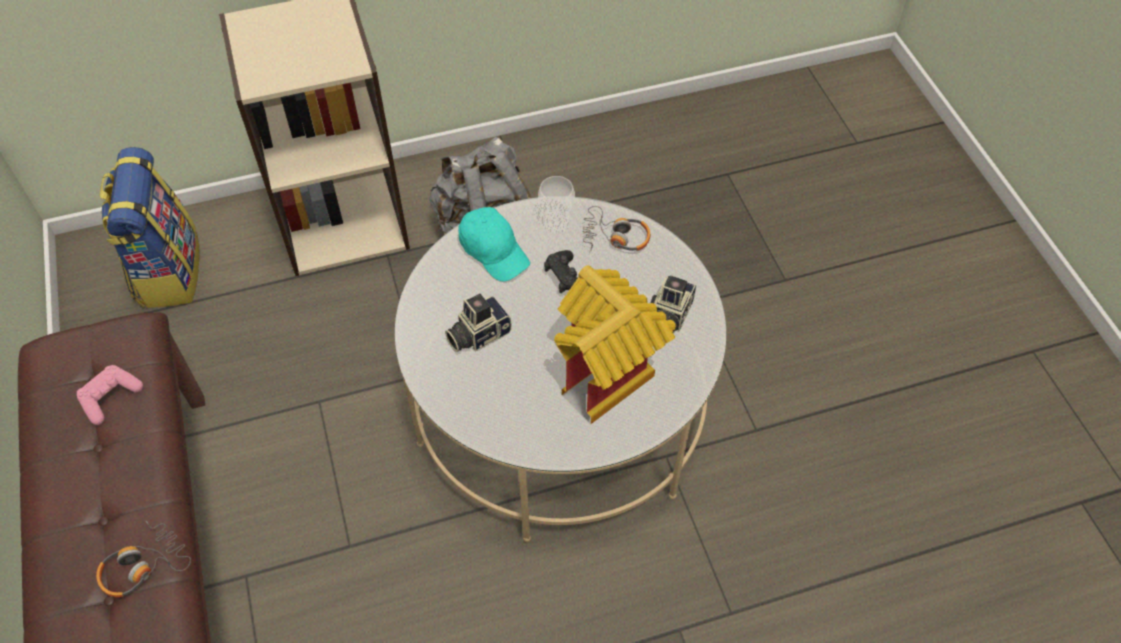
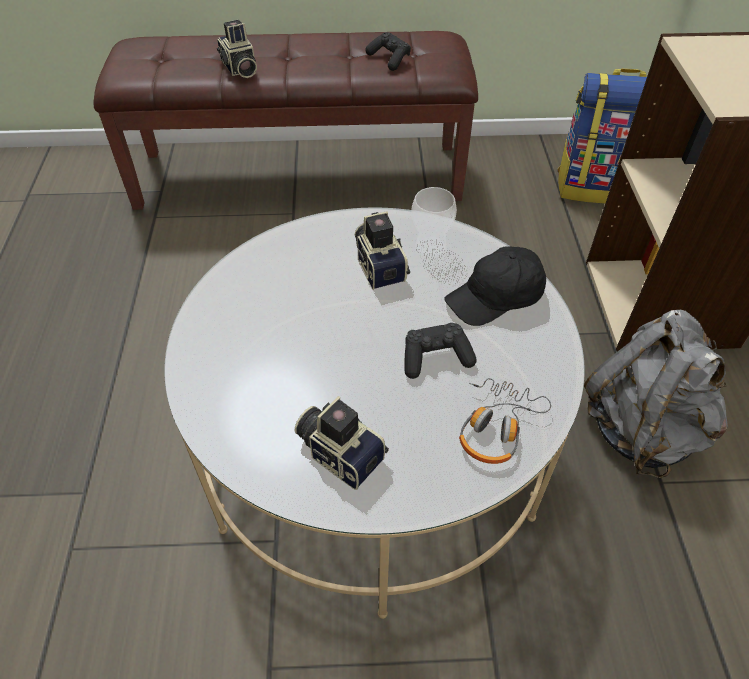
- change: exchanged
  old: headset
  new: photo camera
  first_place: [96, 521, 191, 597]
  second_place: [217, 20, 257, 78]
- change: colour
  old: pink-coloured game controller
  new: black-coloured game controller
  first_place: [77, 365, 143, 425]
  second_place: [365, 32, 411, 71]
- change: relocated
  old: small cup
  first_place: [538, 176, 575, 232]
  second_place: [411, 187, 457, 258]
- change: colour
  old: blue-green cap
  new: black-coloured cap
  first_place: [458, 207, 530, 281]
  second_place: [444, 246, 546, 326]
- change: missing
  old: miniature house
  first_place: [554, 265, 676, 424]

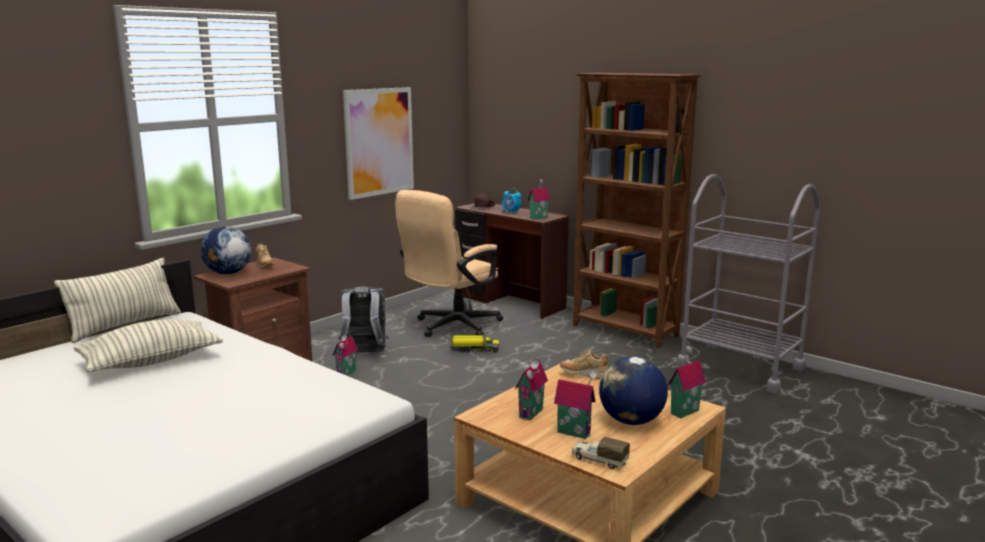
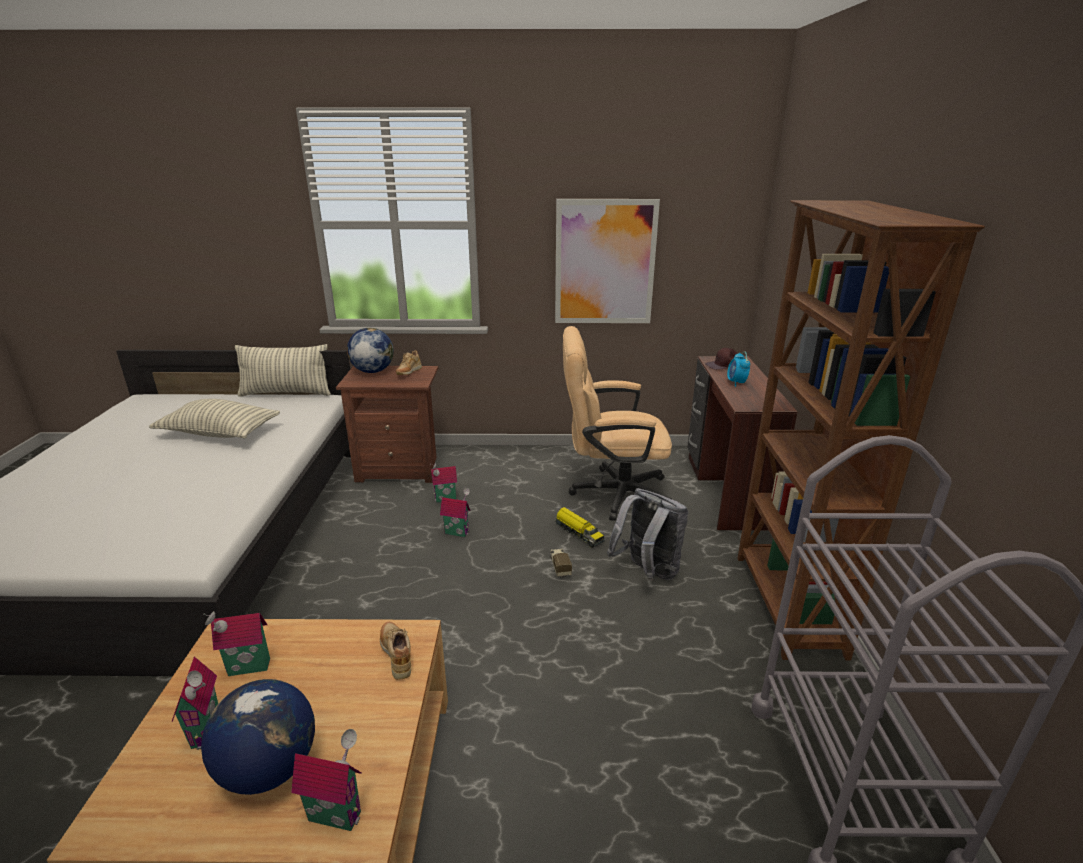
- change: relocated
  old: miniature house
  first_place: [527, 179, 550, 220]
  second_place: [440, 487, 471, 537]
- change: relocated
  old: toy lorry
  first_place: [572, 437, 630, 469]
  second_place: [550, 548, 572, 577]
- change: relocated
  old: greyish backpack
  first_place: [338, 286, 389, 352]
  second_place: [607, 488, 688, 580]

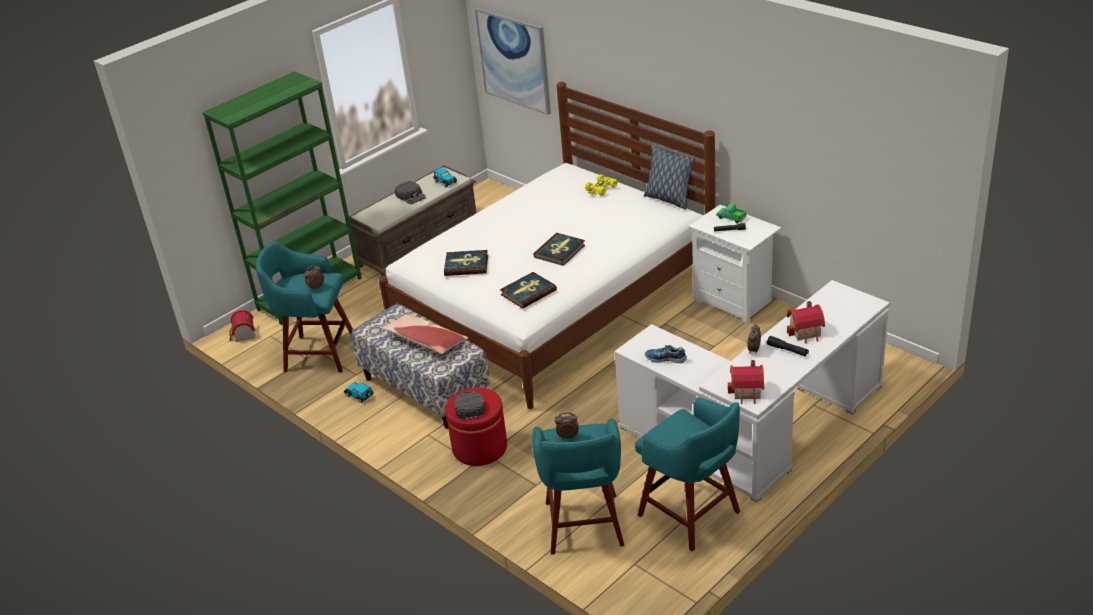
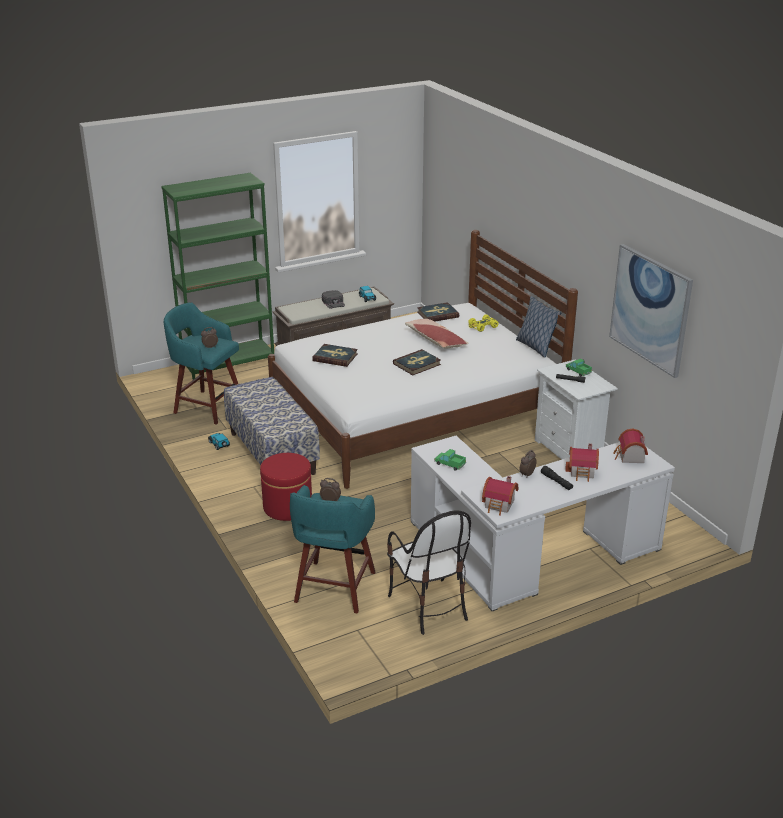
- change: exchanged
  old: blue-green stool seat
  new: chair
  first_place: [635, 397, 740, 551]
  second_place: [387, 510, 471, 635]
- change: relocated
  old: pillow
  first_place: [382, 314, 468, 354]
  second_place: [405, 319, 469, 349]
- change: relocated
  old: bound book
  first_place: [500, 272, 557, 309]
  second_place: [417, 302, 459, 321]
- change: exchanged
  old: shoe
  new: toy lorry
  first_place: [645, 345, 687, 363]
  second_place: [434, 449, 466, 471]
- change: relocated
  old: wall picture
  first_place: [475, 8, 551, 115]
  second_place: [609, 244, 693, 378]
- change: relocated
  old: miniature house
  first_place: [229, 310, 256, 342]
  second_place: [613, 428, 648, 463]
- change: missing
  old: black-coloured cap
  first_place: [454, 390, 485, 420]

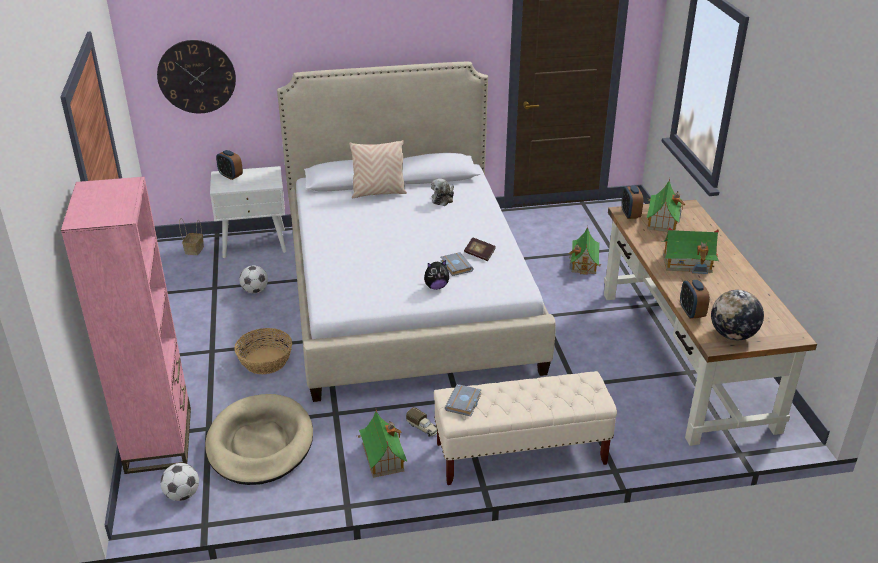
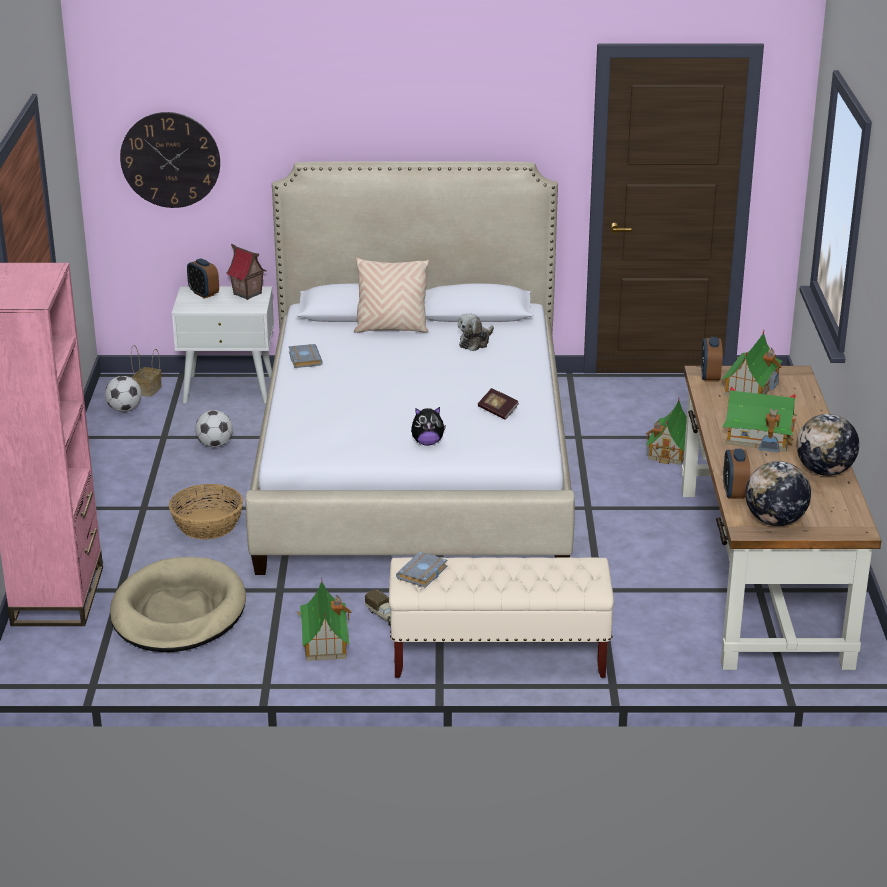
- change: relocated
  old: football ball
  first_place: [160, 463, 199, 501]
  second_place: [105, 376, 141, 412]
- change: appeared
  new: miniature house
  second_place: [226, 244, 266, 300]
- change: relocated
  old: greyish bound book
  first_place: [440, 252, 474, 276]
  second_place: [289, 344, 323, 368]
- change: appeared
  new: globe
  second_place: [796, 414, 859, 476]

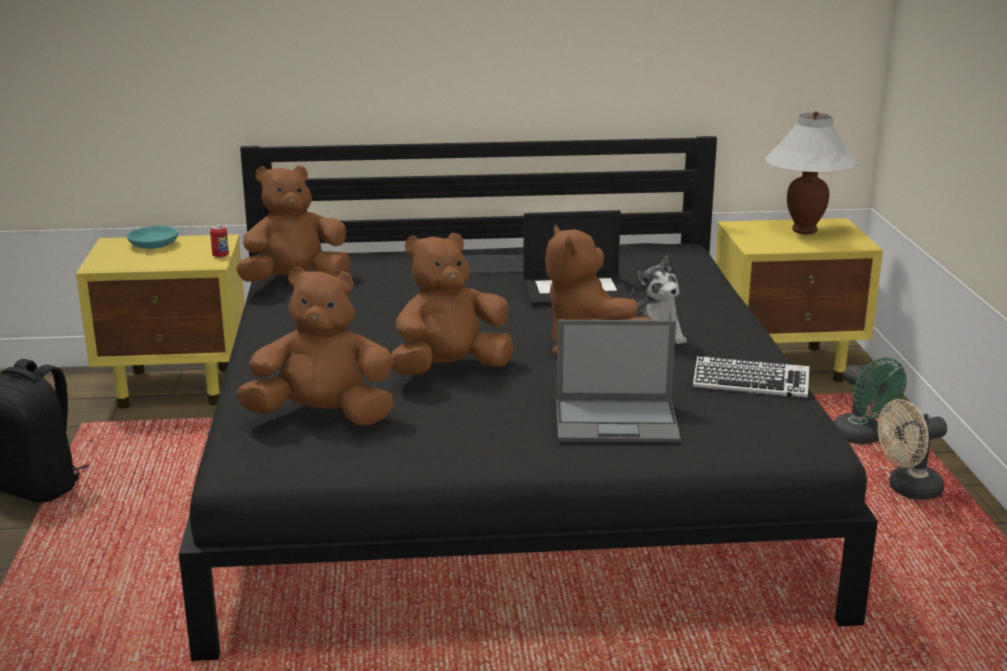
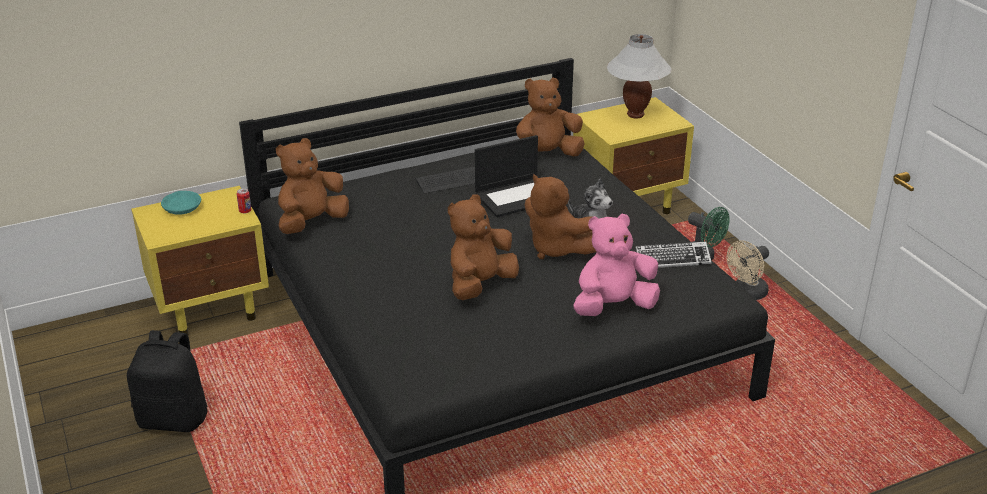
- change: relocated
  old: brownish cuddly toy
  first_place: [236, 266, 394, 425]
  second_place: [516, 77, 585, 156]
- change: exchanged
  old: notebook computer
  new: pink-coloured cuddly toy
  first_place: [556, 320, 681, 442]
  second_place: [574, 214, 660, 316]

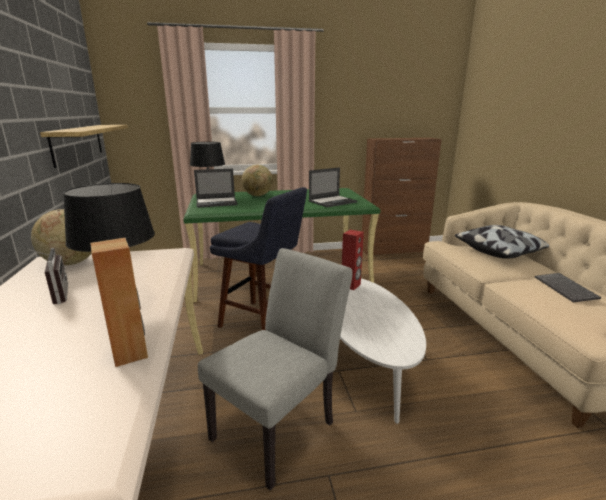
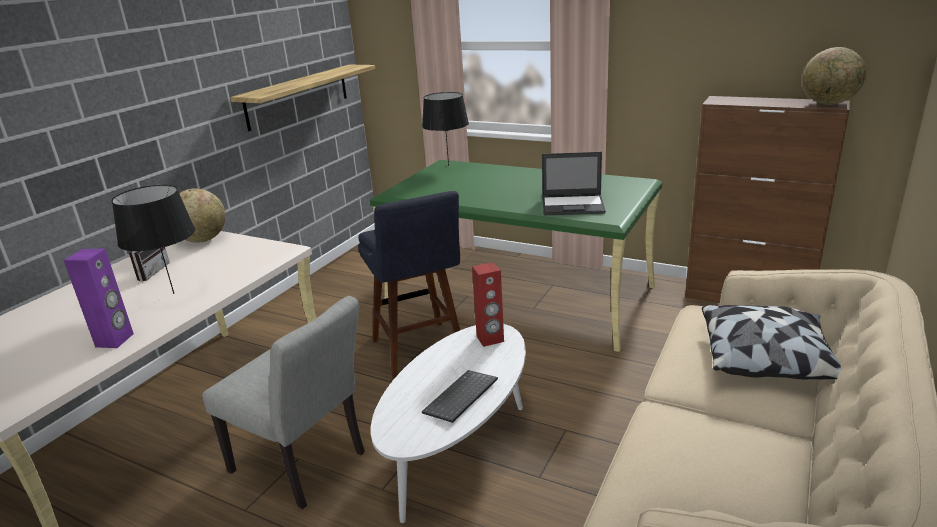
- change: colour
  old: brownish speaker
  new: purple speaker
  first_place: [90, 238, 148, 367]
  second_place: [64, 249, 134, 348]
- change: spun
  old: greyish chair
  first_place: [198, 248, 353, 491]
  second_place: [202, 296, 365, 509]
  degrees: 45
- change: relocated
  old: computer keyboard
  first_place: [535, 273, 601, 302]
  second_place: [422, 370, 498, 423]
- change: relocated
  old: globe
  first_place: [242, 165, 273, 196]
  second_place: [802, 47, 866, 105]
- change: missing
  old: notebook computer
  first_place: [194, 169, 237, 208]

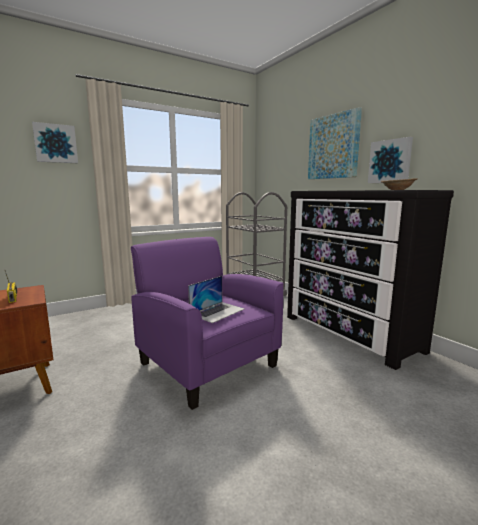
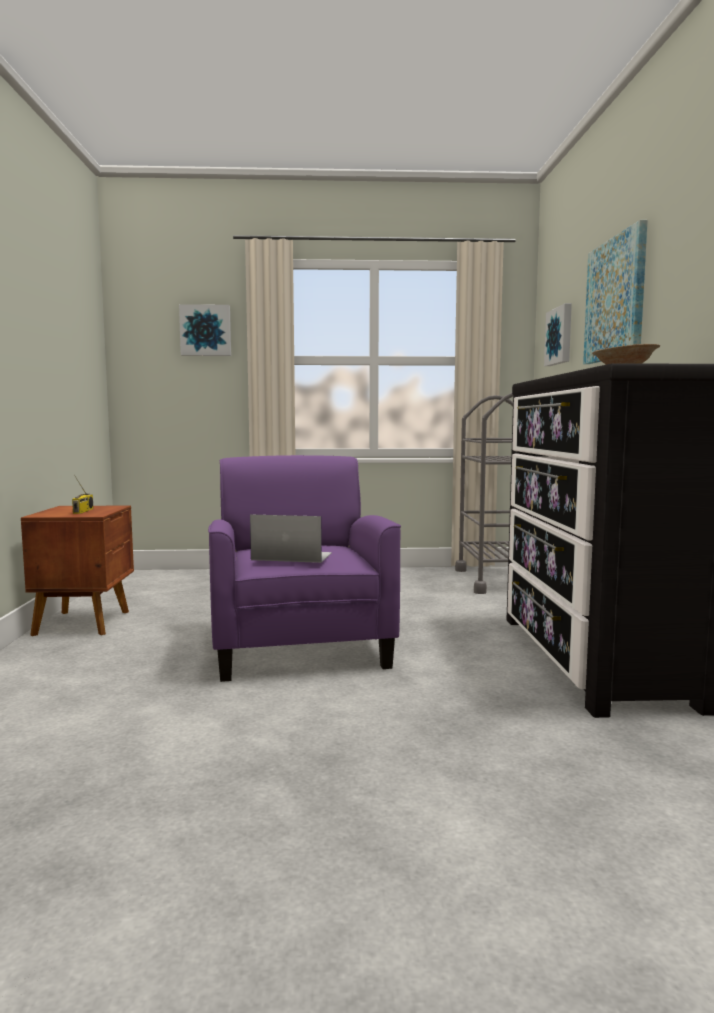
- change: spun
  old: notebook computer
  first_place: [188, 276, 244, 323]
  second_place: [250, 514, 332, 563]
  degrees: -150
- change: relocated
  old: wall picture
  first_place: [368, 137, 413, 183]
  second_place: [544, 303, 572, 366]

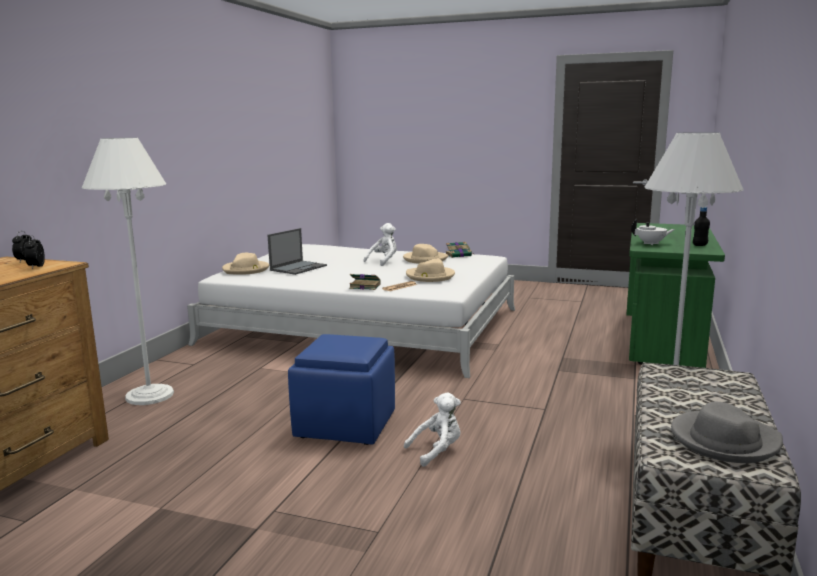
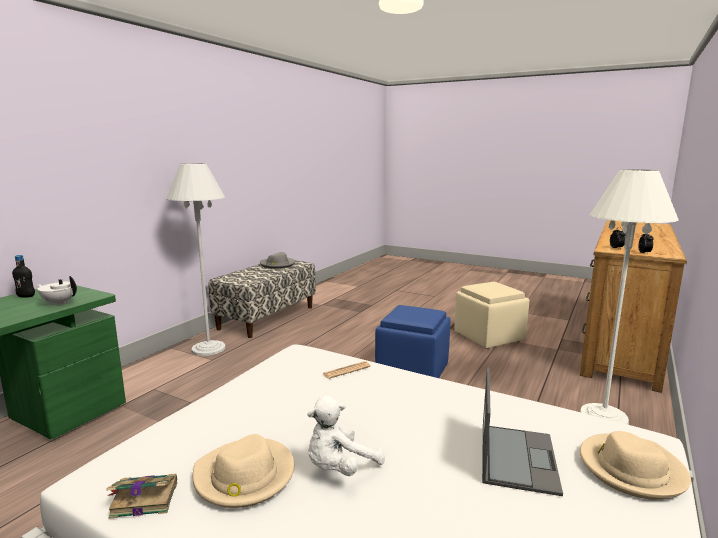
- change: appeared
  new: sand-coloured ottoman
  second_place: [454, 282, 529, 349]
- change: spun
  old: notebook computer
  first_place: [268, 228, 327, 275]
  second_place: [482, 368, 563, 496]
  degrees: 150
- change: missing
  old: bound book
  first_place: [349, 274, 381, 290]
- change: missing
  old: whitish cuddly toy
  first_place: [404, 392, 461, 467]
- change: missing
  old: sand-coloured hat
  first_place: [406, 259, 455, 282]

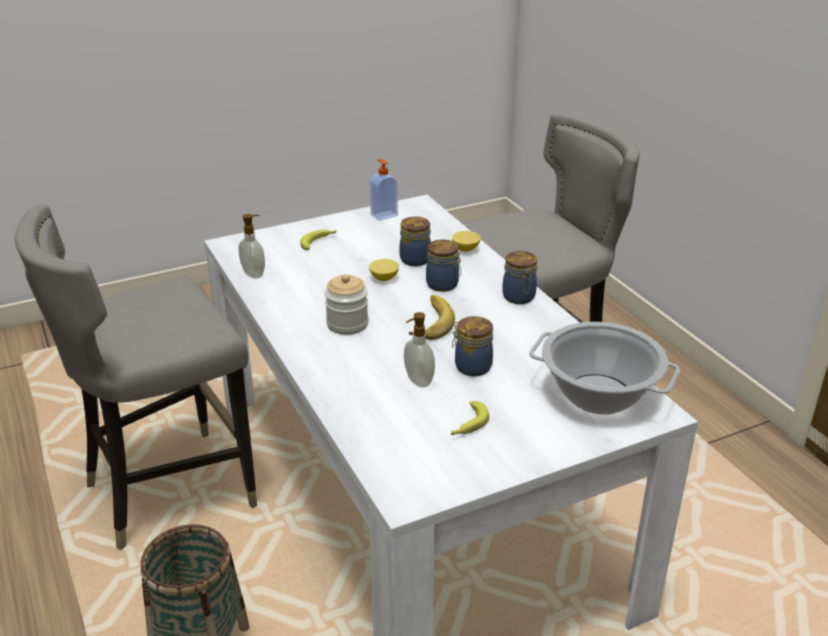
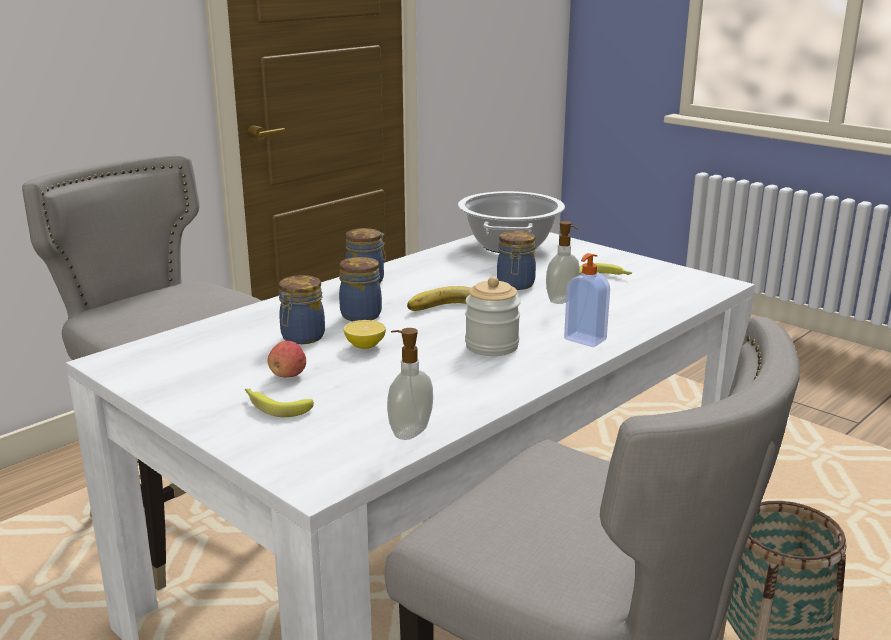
- change: appeared
  new: apple fruit
  second_place: [267, 341, 306, 377]
- change: relocated
  old: soap bottle
  first_place: [370, 159, 398, 221]
  second_place: [564, 253, 610, 347]
- change: missing
  old: lemon
  first_place: [452, 231, 481, 252]

